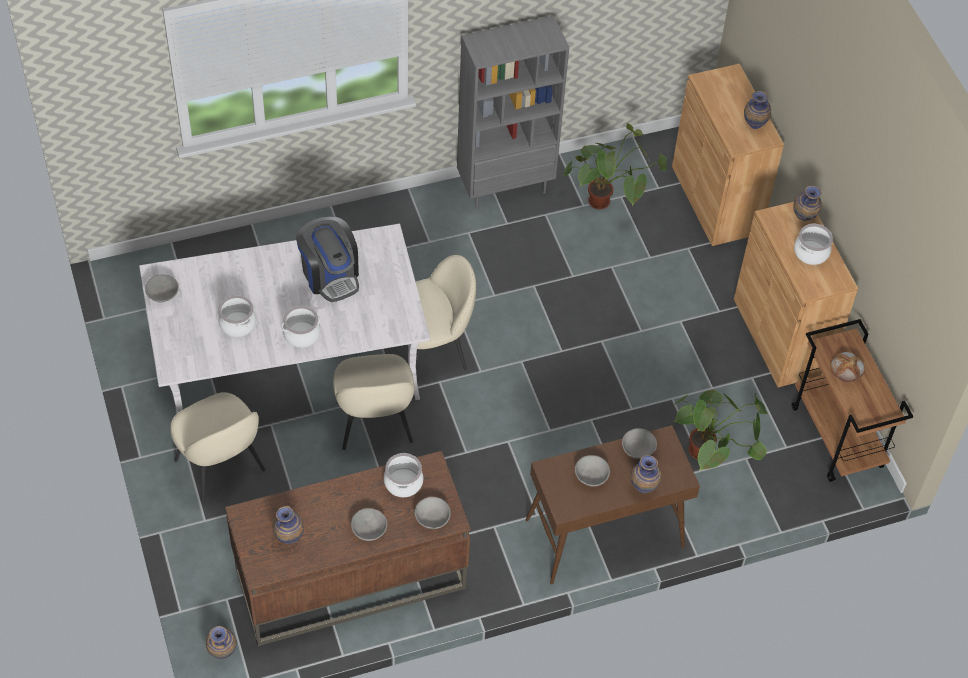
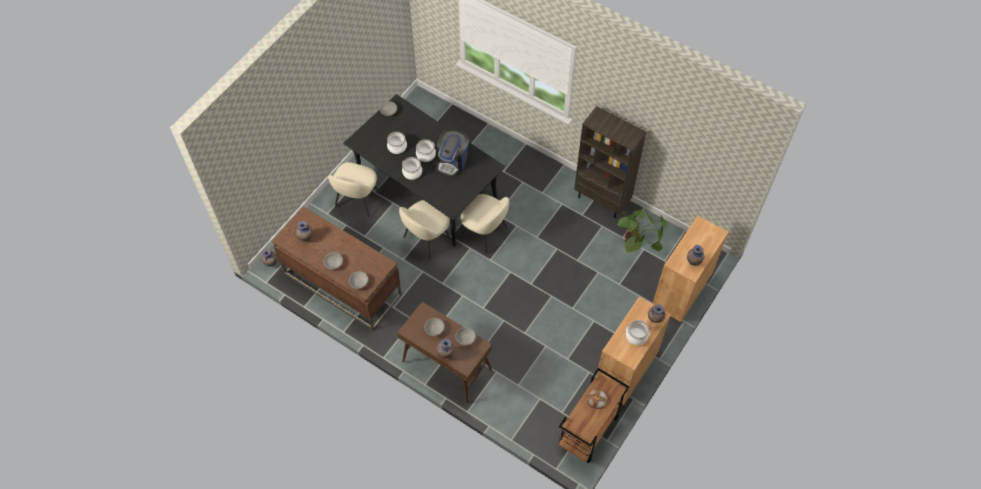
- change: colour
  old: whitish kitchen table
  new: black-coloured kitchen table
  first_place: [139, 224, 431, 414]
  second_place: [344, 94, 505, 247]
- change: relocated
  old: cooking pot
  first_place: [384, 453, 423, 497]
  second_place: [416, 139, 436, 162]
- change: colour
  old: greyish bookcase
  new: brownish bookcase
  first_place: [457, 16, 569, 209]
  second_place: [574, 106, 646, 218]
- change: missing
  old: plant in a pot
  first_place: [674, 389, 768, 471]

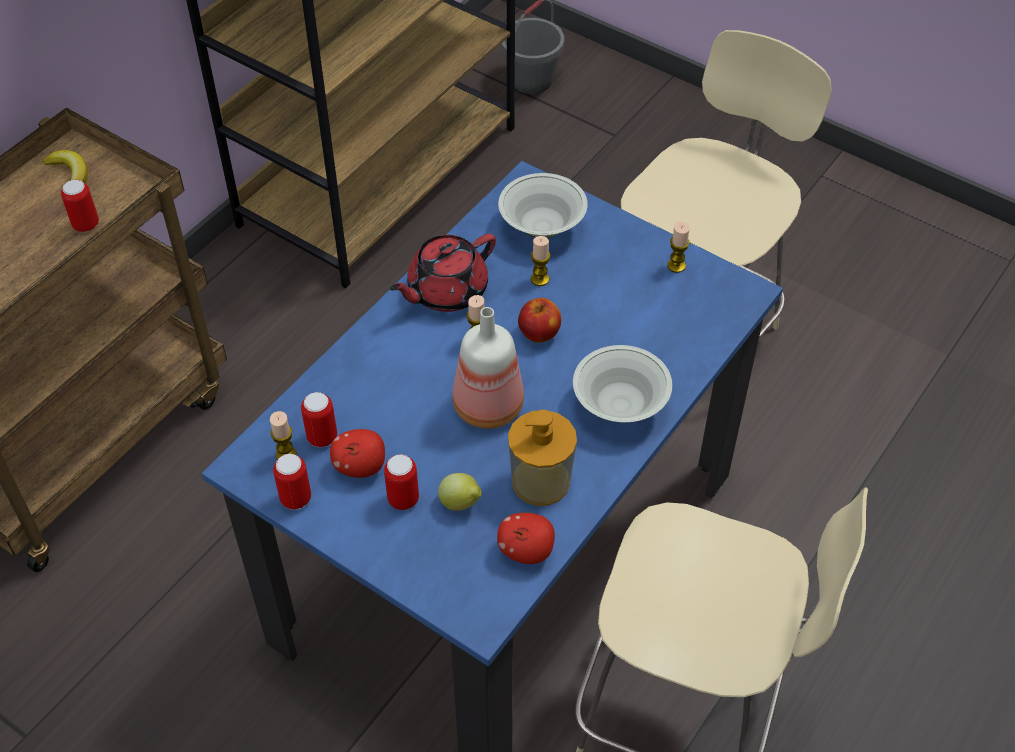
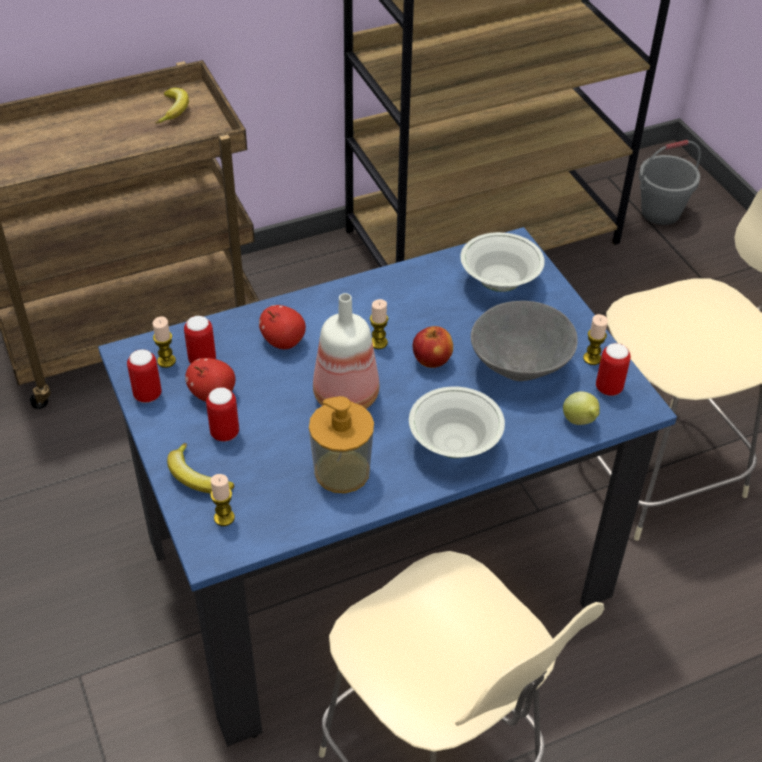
- change: appeared
  new: banana fruit
  second_place: [167, 443, 234, 494]
- change: relocated
  old: candle
  first_place: [531, 236, 551, 286]
  second_place: [210, 474, 235, 526]
- change: relocated
  old: apple fruit
  first_place: [497, 513, 555, 564]
  second_place: [259, 305, 306, 349]
- change: appeared
  new: greyish bowl
  second_place: [471, 301, 578, 381]
- change: relocated
  old: lemon
  first_place: [438, 473, 482, 511]
  second_place: [563, 391, 600, 425]
- change: relocated
  old: can
  first_place: [61, 180, 99, 232]
  second_place: [596, 343, 631, 396]
- change: missing
  old: reddish tea pot
  first_place: [390, 234, 496, 312]

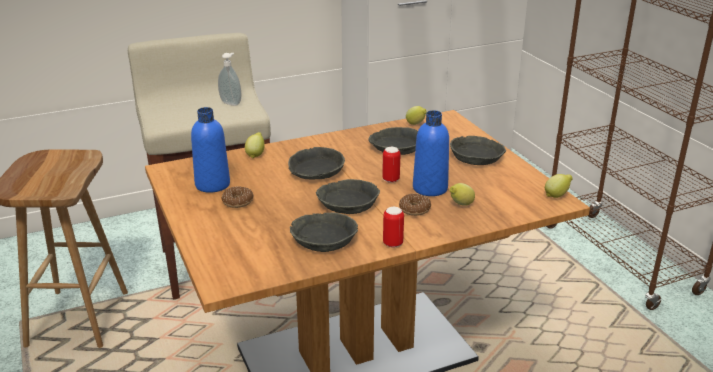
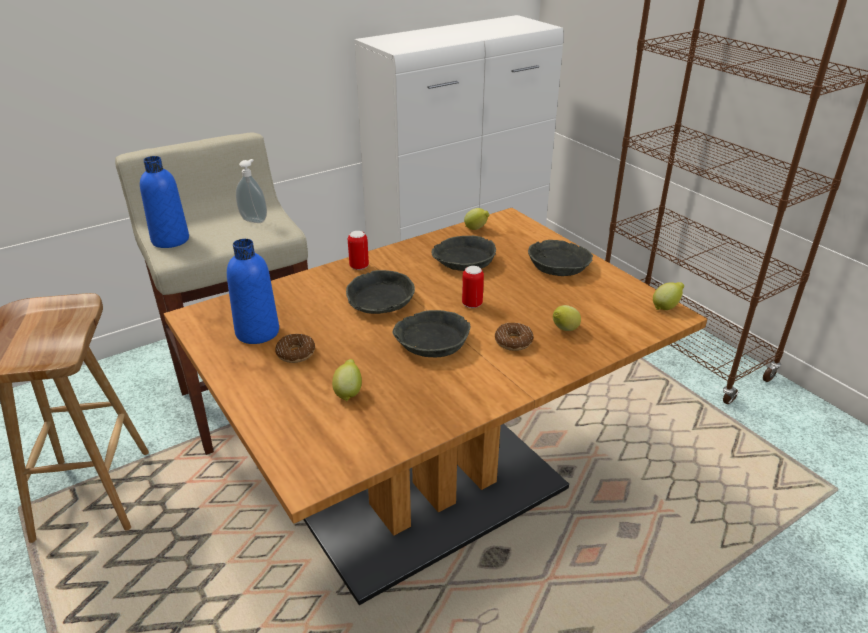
- change: relocated
  old: blue drink bottle
  first_place: [413, 110, 449, 196]
  second_place: [140, 156, 189, 248]
- change: relocated
  old: lemon
  first_place: [245, 132, 265, 158]
  second_place: [332, 359, 362, 401]
- change: relocated
  old: can
  first_place: [383, 207, 404, 248]
  second_place: [348, 231, 369, 270]
- change: missing
  old: greyish bowl
  first_place: [290, 212, 358, 252]

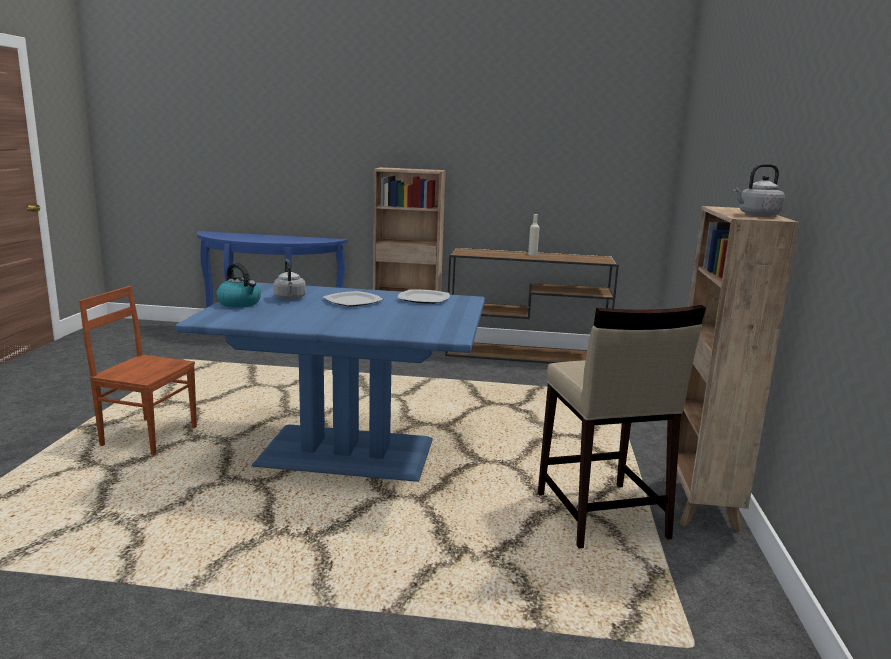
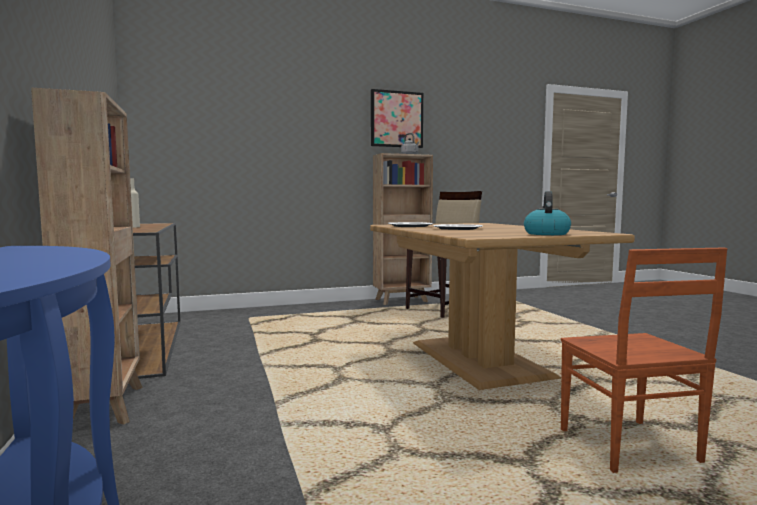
- change: colour
  old: blue kitchen table
  new: brownish kitchen table
  first_place: [176, 282, 485, 482]
  second_place: [370, 223, 635, 390]
- change: appeared
  new: wall picture
  second_place: [371, 89, 423, 148]
- change: missing
  old: greyish kettle
  first_place: [274, 259, 306, 300]

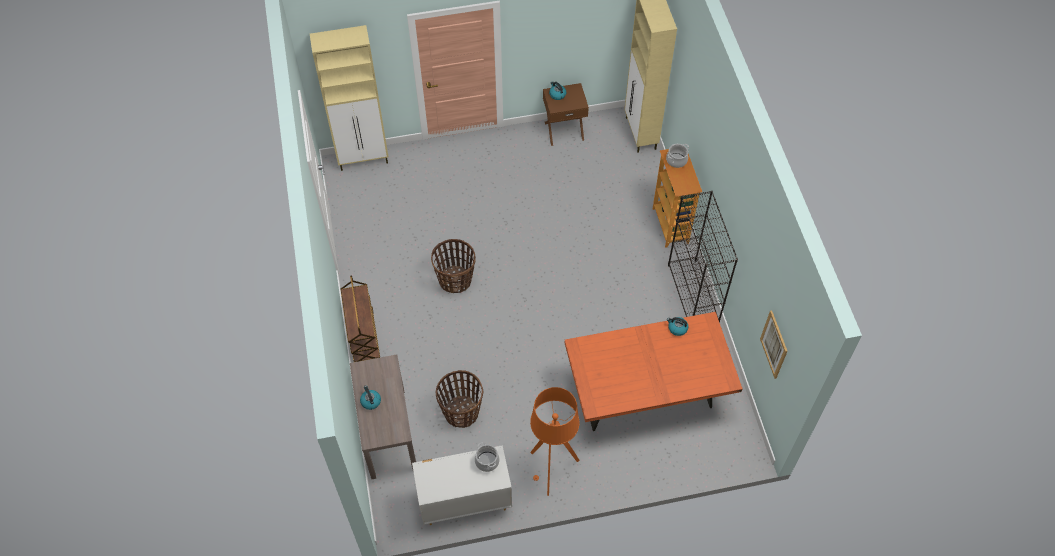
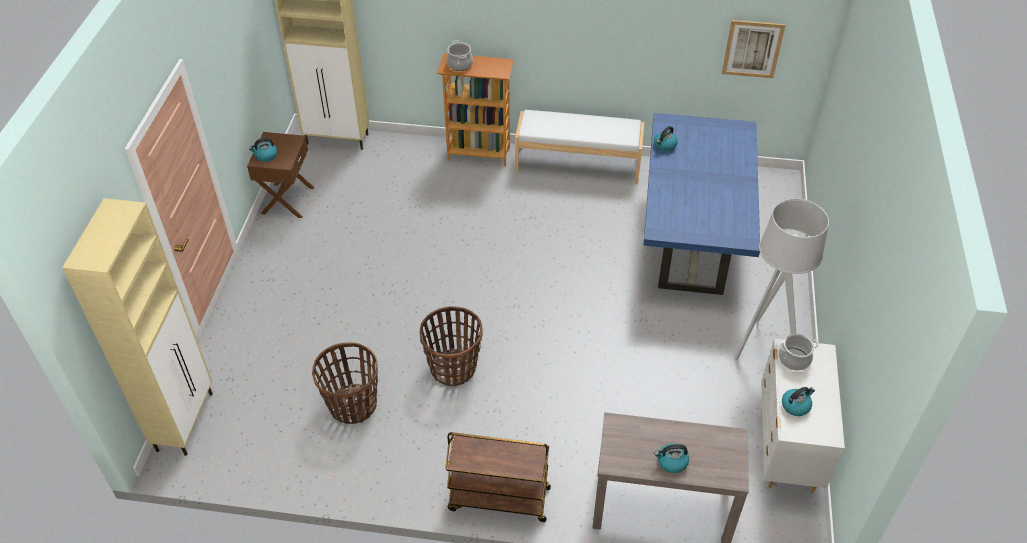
- change: relocated
  old: basket
  first_place: [436, 370, 483, 428]
  second_place: [312, 342, 378, 424]
- change: exchanged
  old: black-coloured bookcase
  new: whitish long seat
  first_place: [668, 191, 738, 323]
  second_place: [515, 110, 644, 184]
- change: colour
  old: orange-coloured kitchen table
  new: blue kitchen table
  first_place: [565, 312, 743, 431]
  second_place: [643, 113, 760, 295]
- change: colour
  old: orange-coloured standard lamp
  new: greyish standard lamp
  first_place: [530, 387, 580, 496]
  second_place: [734, 199, 829, 360]
- change: appeared
  new: kettle
  second_place: [782, 387, 815, 416]

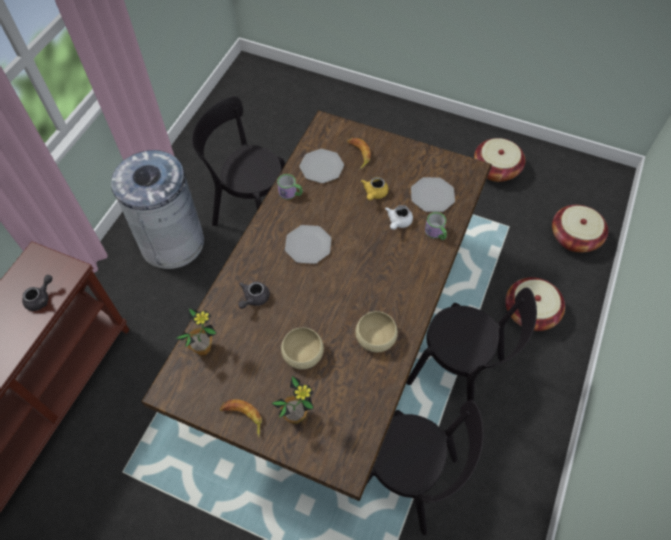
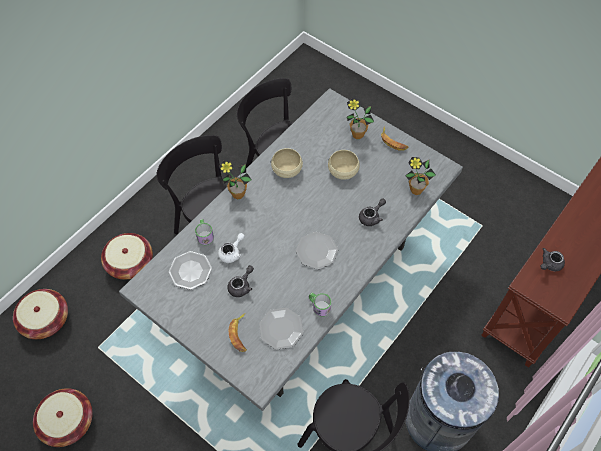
- change: colour
  old: brownish kitchen table
  new: greyish kitchen table
  first_place: [142, 110, 492, 501]
  second_place: [119, 88, 463, 411]
- change: appeared
  new: plant in a pot
  second_place: [219, 161, 252, 199]
- change: colour
  old: yellow-coloured tea pot
  new: greyish tea pot
  first_place: [361, 177, 388, 200]
  second_place: [228, 265, 254, 297]

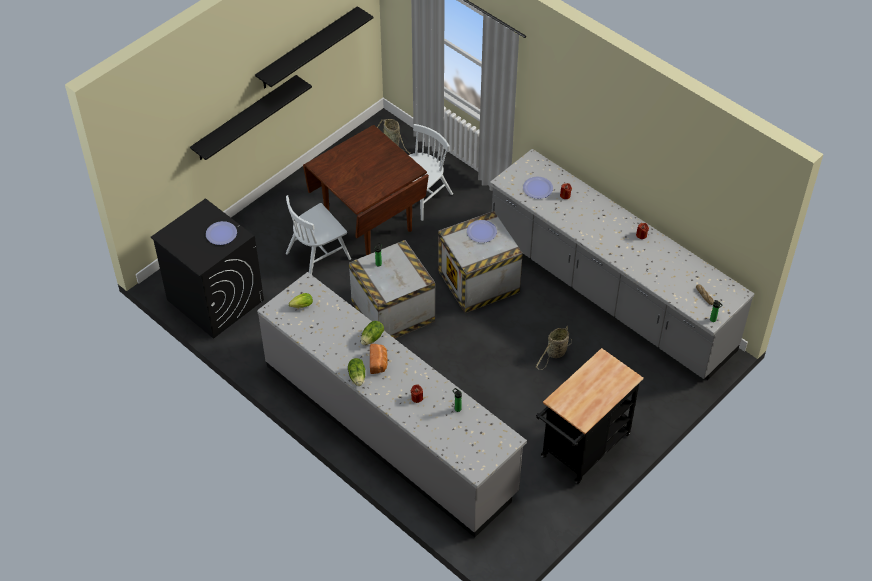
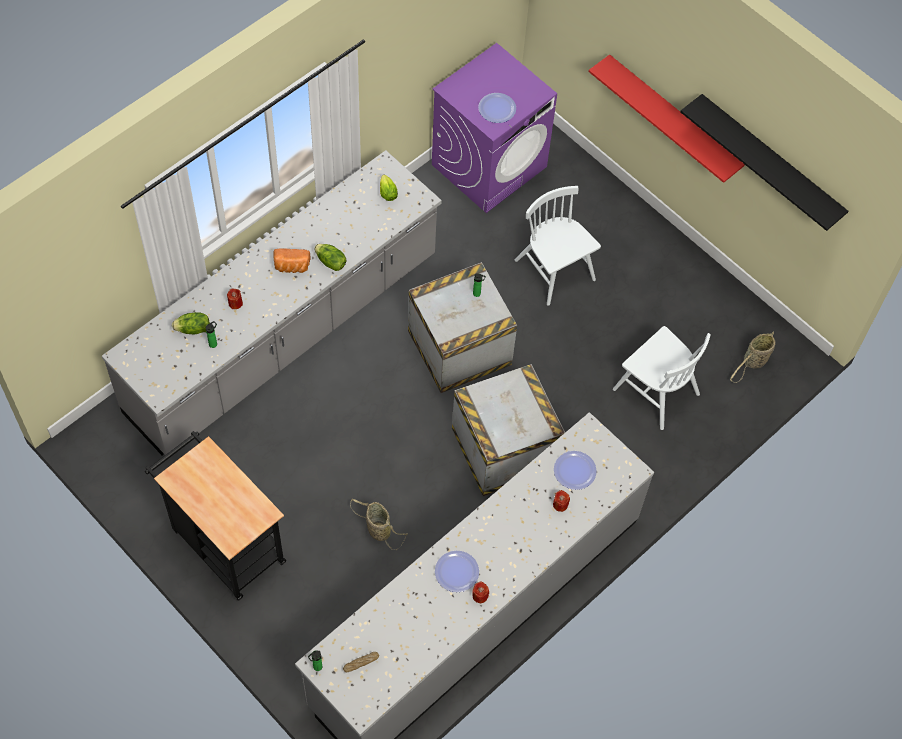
- change: relocated
  old: lettuce
  first_place: [348, 358, 365, 386]
  second_place: [172, 312, 210, 335]
- change: colour
  old: black-coloured laundry machine
  new: purple laundry machine
  first_place: [151, 198, 264, 339]
  second_place: [432, 43, 557, 213]
- change: relocated
  old: flat dish
  first_place: [467, 220, 497, 243]
  second_place: [435, 551, 479, 592]
- change: colour
  old: black-coloured bracket shelf
  new: reddish bracket shelf
  first_place: [190, 75, 312, 160]
  second_place: [589, 54, 745, 183]
- change: missing
  old: brownish kitchen table
  first_place: [303, 125, 429, 255]

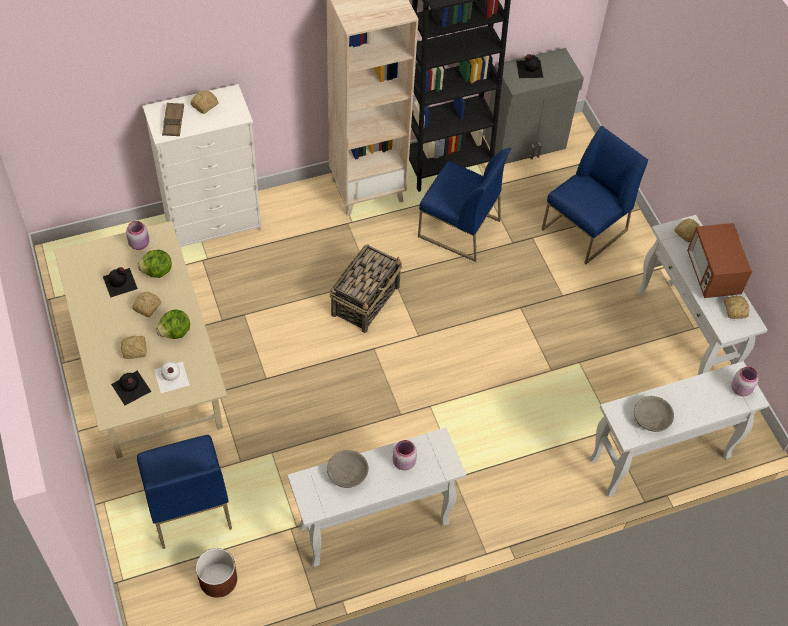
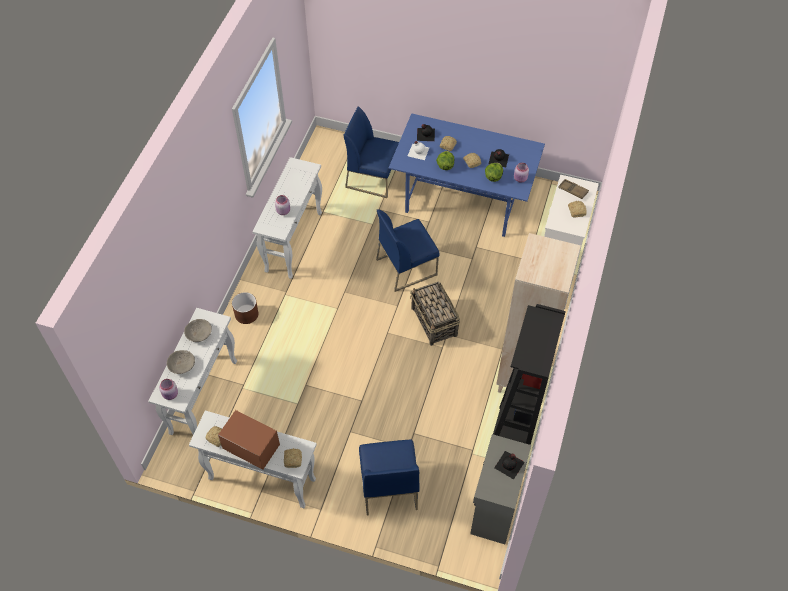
- change: relocated
  old: greyish bowl
  first_place: [327, 450, 369, 488]
  second_place: [167, 350, 195, 374]
- change: relocated
  old: brownish plant pot
  first_place: [196, 548, 237, 598]
  second_place: [232, 292, 259, 324]
- change: relocated
  old: blue chair
  first_place: [418, 148, 511, 262]
  second_place: [376, 209, 439, 292]
- change: colour
  old: sand-coloured kitchen table
  new: blue kitchen table
  first_place: [54, 221, 227, 459]
  second_place: [389, 113, 545, 237]

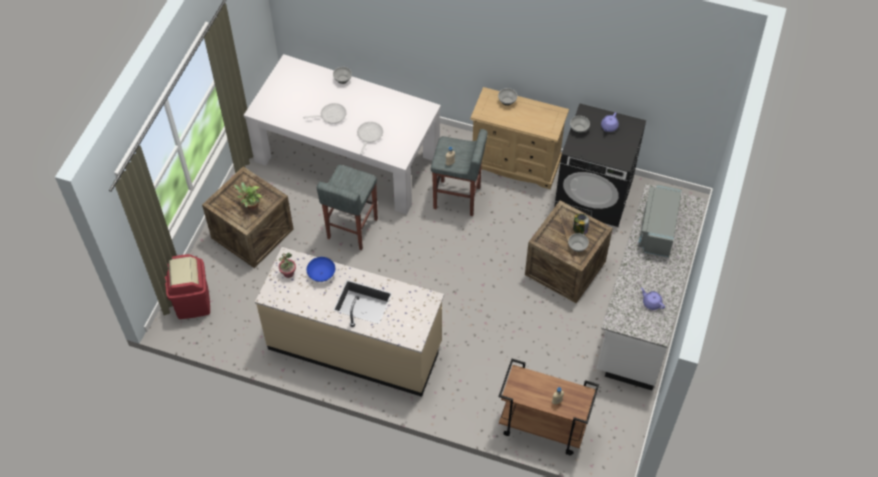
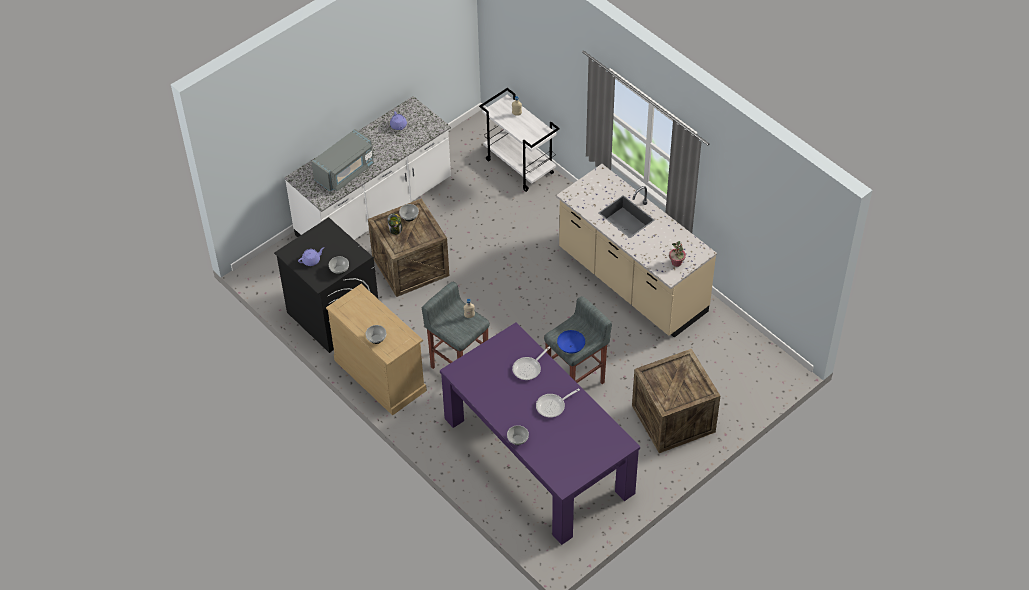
- change: colour
  old: whitish kitchen table
  new: purple kitchen table
  first_place: [244, 54, 441, 214]
  second_place: [440, 323, 640, 545]
- change: colour
  old: brownish wheeled cart
  new: whitish wheeled cart
  first_place: [499, 359, 599, 455]
  second_place: [479, 88, 559, 192]
- change: spun
  old: skillet
  first_place: [303, 103, 347, 124]
  second_place: [536, 388, 580, 418]
  degrees: -45
- change: relocated
  old: blue bowl
  first_place: [306, 257, 335, 282]
  second_place: [557, 330, 585, 354]
- change: missing
  old: reddish waste bin
  first_place: [165, 254, 210, 319]
- change: missing
  old: plant in a pot
  first_place: [234, 182, 263, 211]

